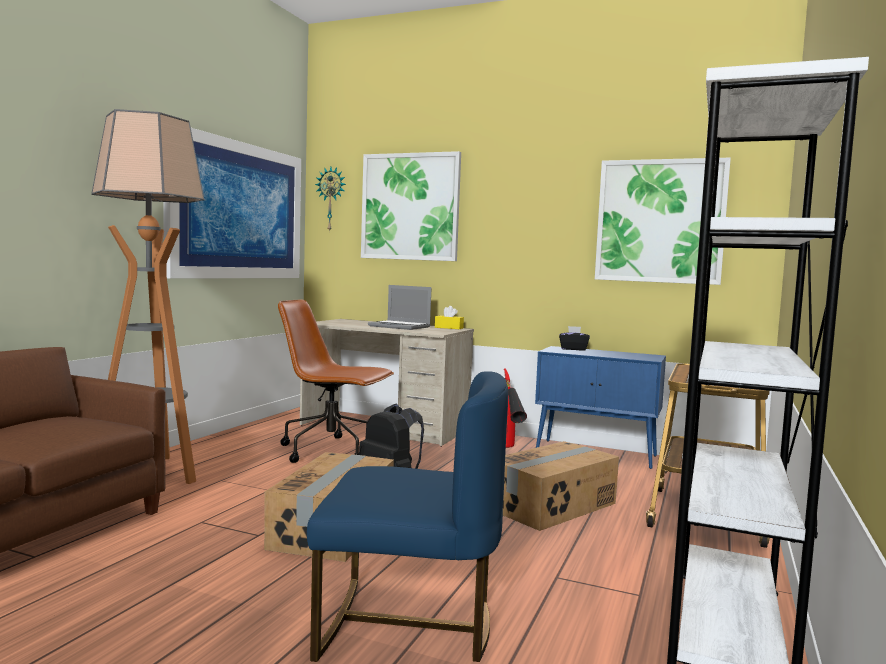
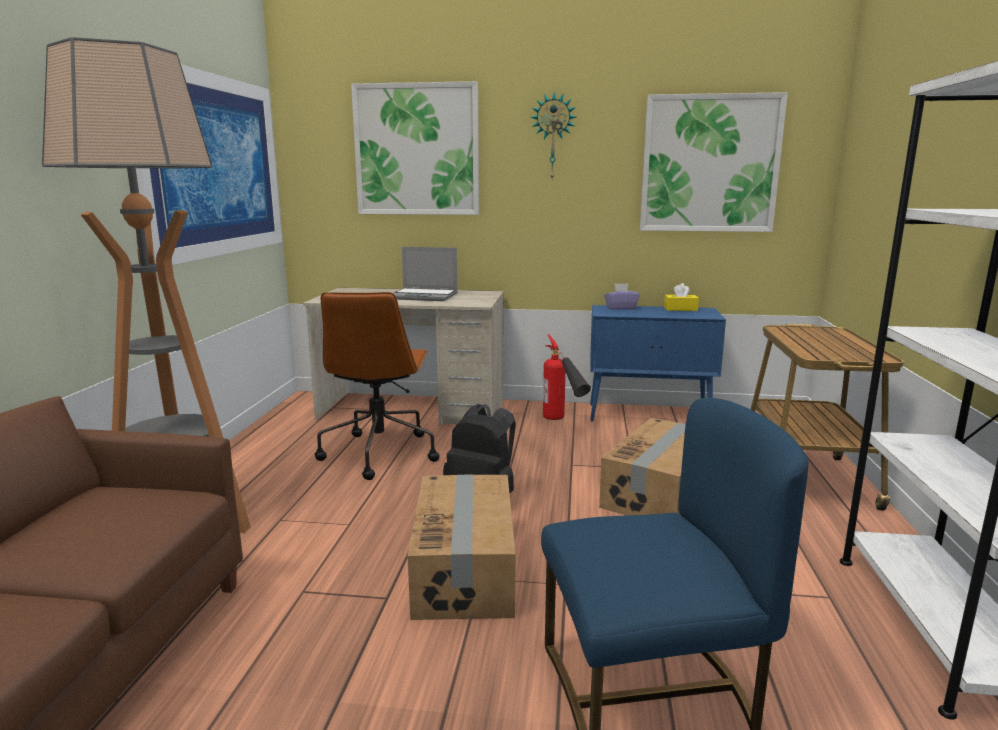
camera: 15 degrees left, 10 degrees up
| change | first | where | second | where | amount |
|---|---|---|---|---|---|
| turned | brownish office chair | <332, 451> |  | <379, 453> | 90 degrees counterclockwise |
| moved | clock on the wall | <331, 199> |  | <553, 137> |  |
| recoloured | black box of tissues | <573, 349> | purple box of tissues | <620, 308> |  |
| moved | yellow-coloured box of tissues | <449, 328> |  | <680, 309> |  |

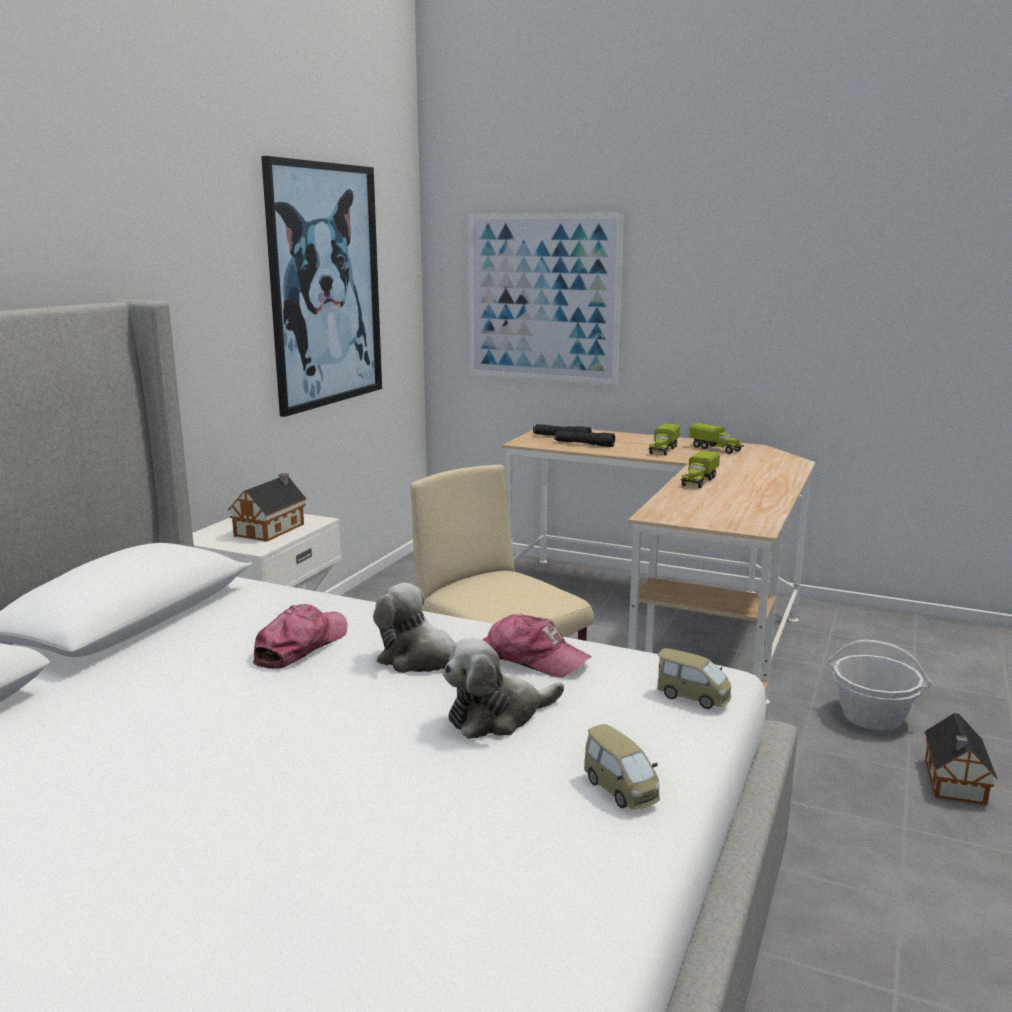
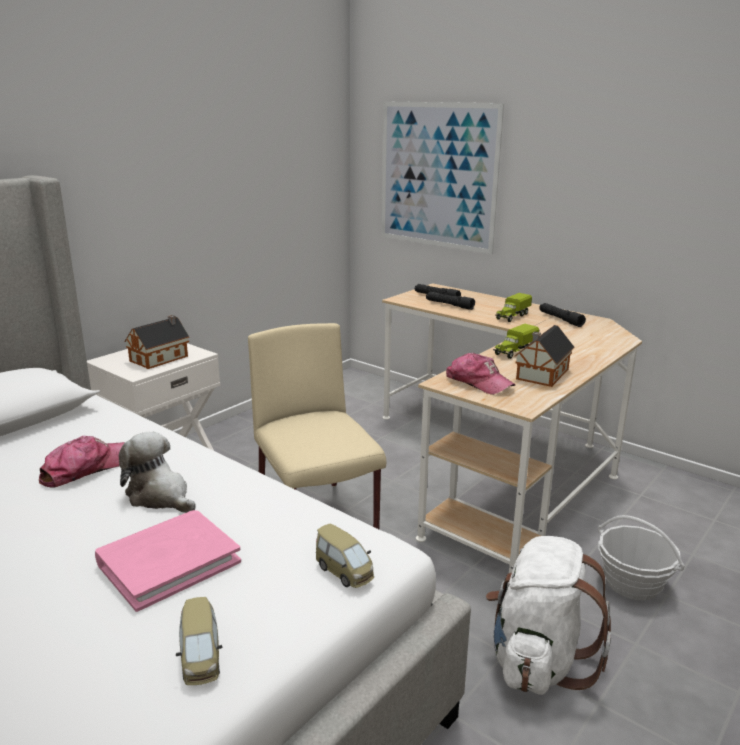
camera: 15 degrees right, 5 degrees up
| change | first | where | second | where | amount |
|---|---|---|---|---|---|
| replaced | cuddly toy | <497, 716> | pinkish bound book | <168, 562> |  |
| moved | peaked cap | <533, 658> |  | <478, 382> |  |
| added |  |  | white knapsack | <537, 660> |  |
| moved | model house | <954, 783> |  | <541, 375> |  |
| replaced | toy lorry | <716, 449> | black flashlight | <560, 319> |  |
| removed | wall picture | <325, 286> |  |  |  |

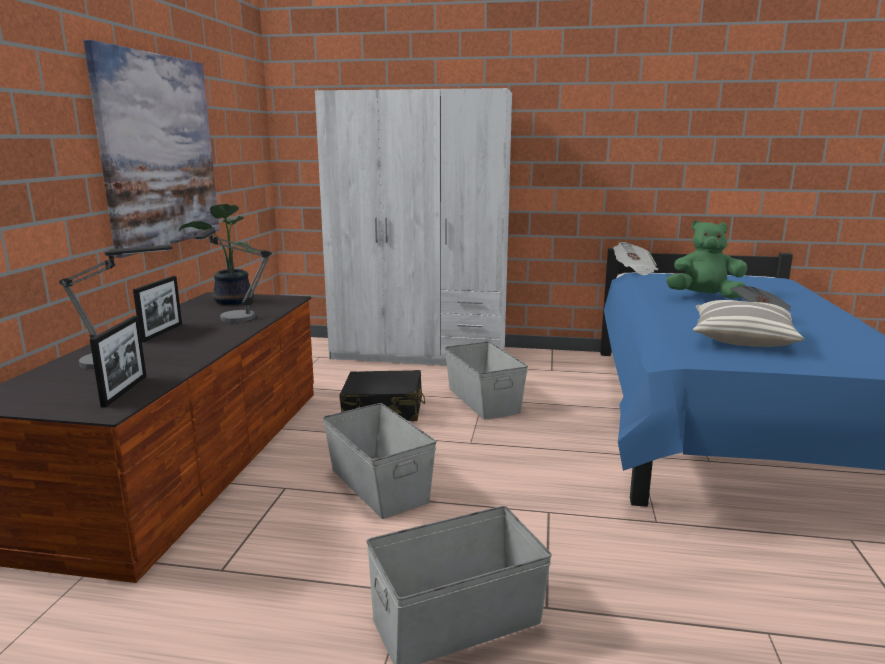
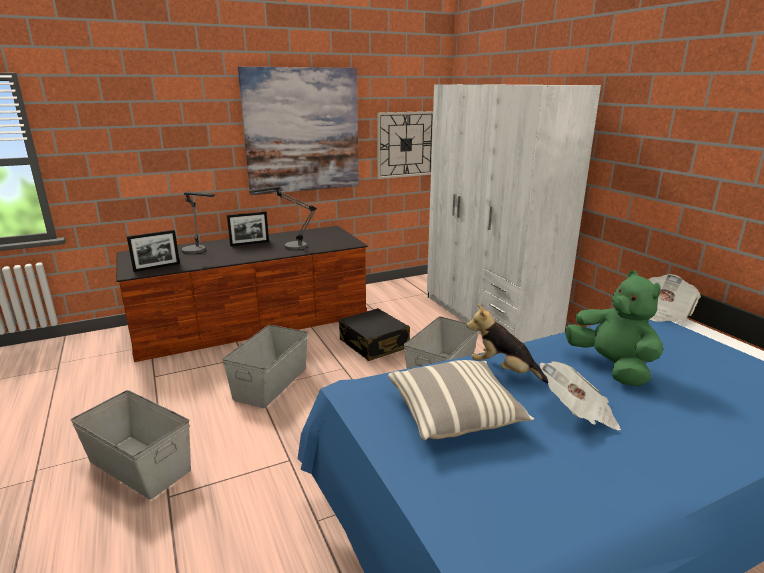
camera: 55 degrees right, 5 degrees up
| change | first | where | second | where | amount |
|---|---|---|---|---|---|
| added |  |  | clock on the wall | <405, 144> |  |
| added |  |  | cuddly toy | <504, 371> |  |
| removed | potted plant | <231, 301> |  |  |  |

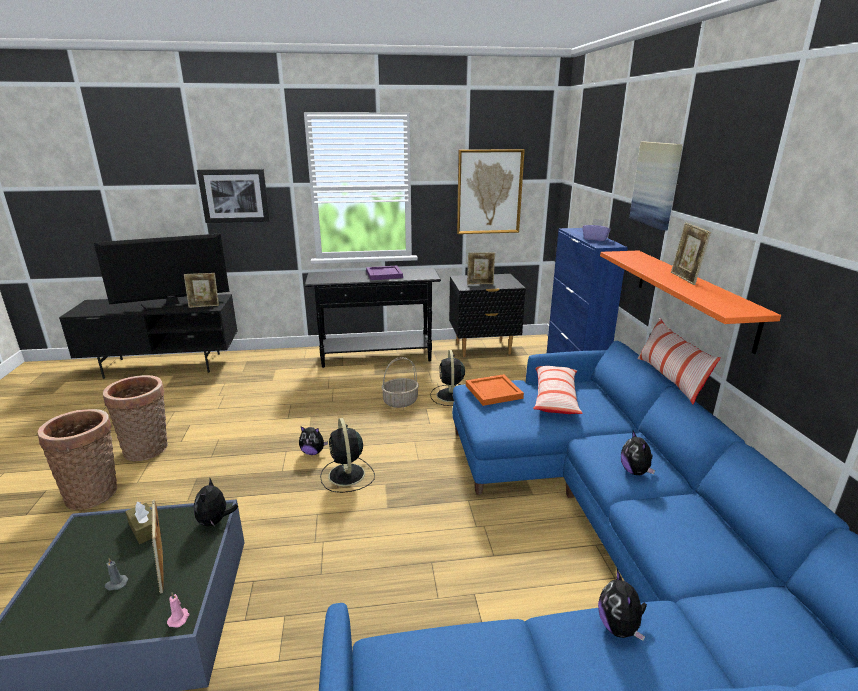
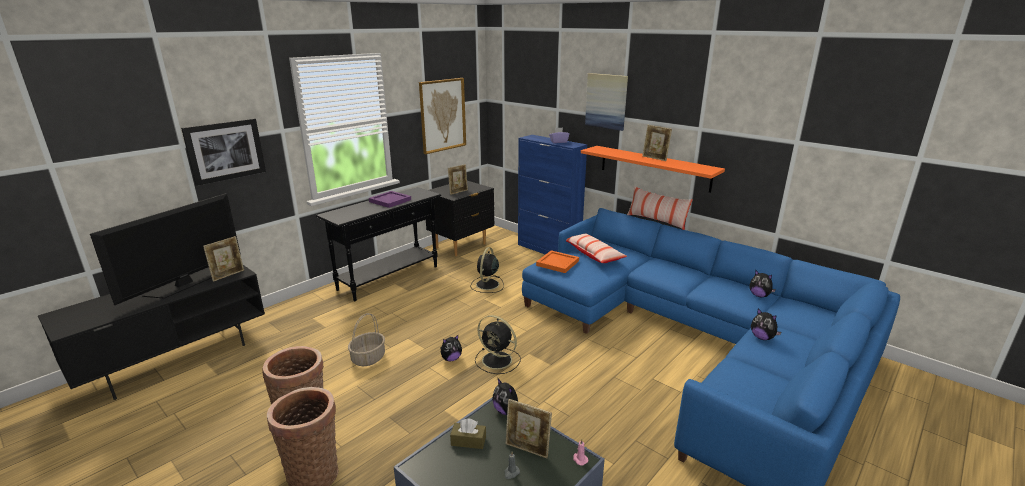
camera: 40 degrees left, 0 degrees up
| change | first | where | second | where | amount |
|---|---|---|---|---|---|
| moved | household basket | <400, 401> |  | <368, 358> |  |
| turned | black fan | <450, 396> |  | <487, 285> | 60 degrees clockwise |
| moved | cuddly toy | <635, 472> |  | <759, 295> |  |

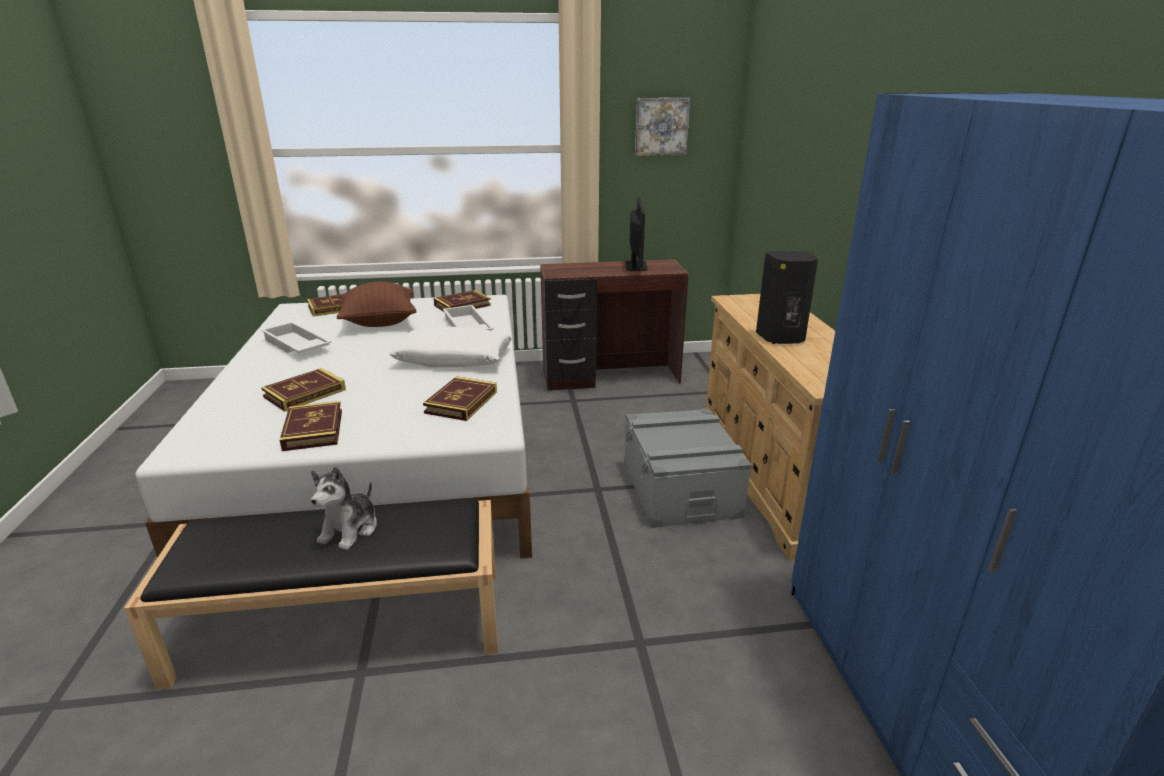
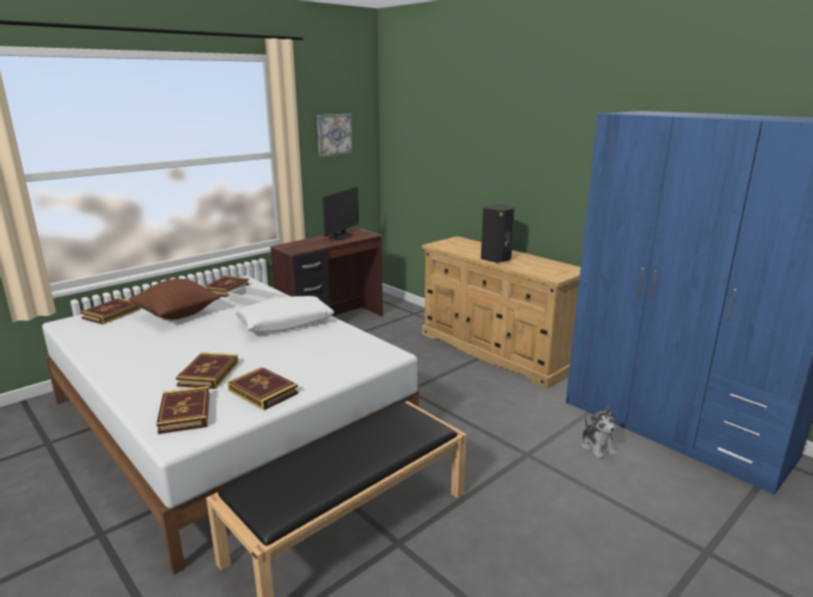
camera: 35 degrees left, 5 degrees down
| change | first | where | second | where | amount |
|---|---|---|---|---|---|
| moved | bound book | <461, 402> |  | <185, 413> |  |
| turned | computer display | <636, 266> |  | <341, 236> | 60 degrees clockwise |
| moved | cuddly toy | <350, 530> |  | <597, 447> |  |
| removed | white carrying tray | <295, 346> |  |  |  |
| removed | greyish storage container | <680, 489> |  |  |  |

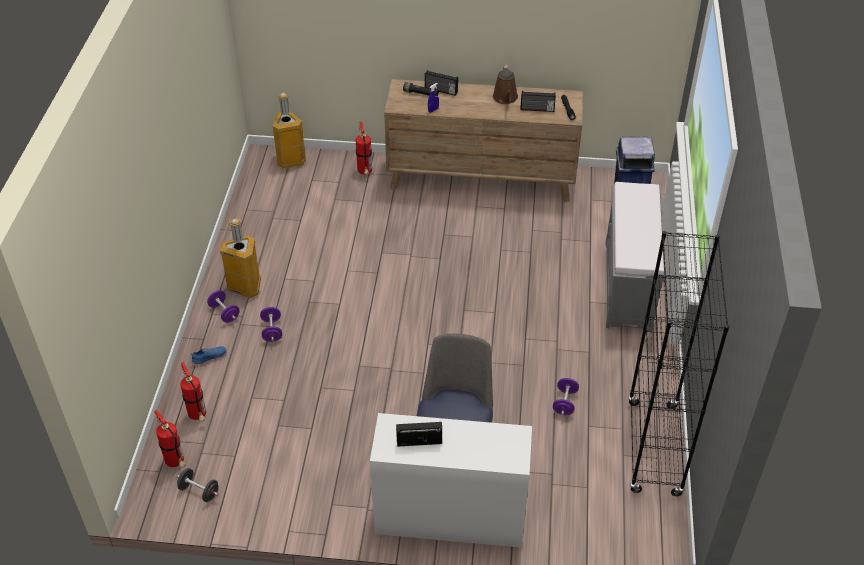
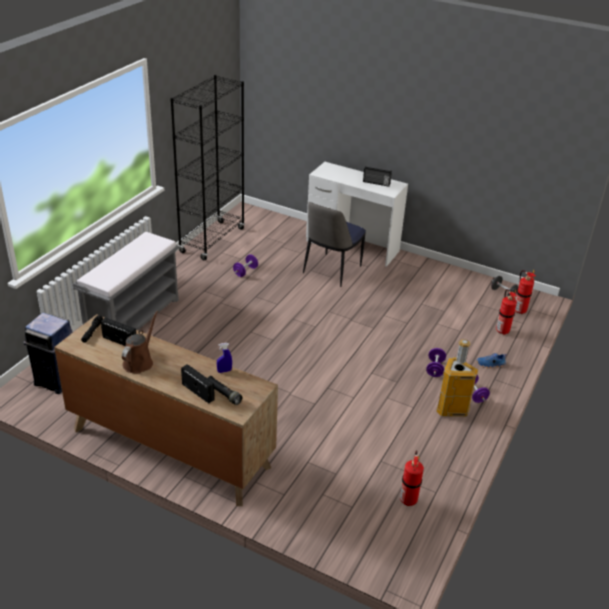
camera: 160 degrees left, 10 degrees down
| change | first | where | second | where | amount |
|---|---|---|---|---|---|
| moved | fire extinguisher | <365, 173> |  | <408, 499> |  |
| removed | trash can | <290, 160> |  |  |  |

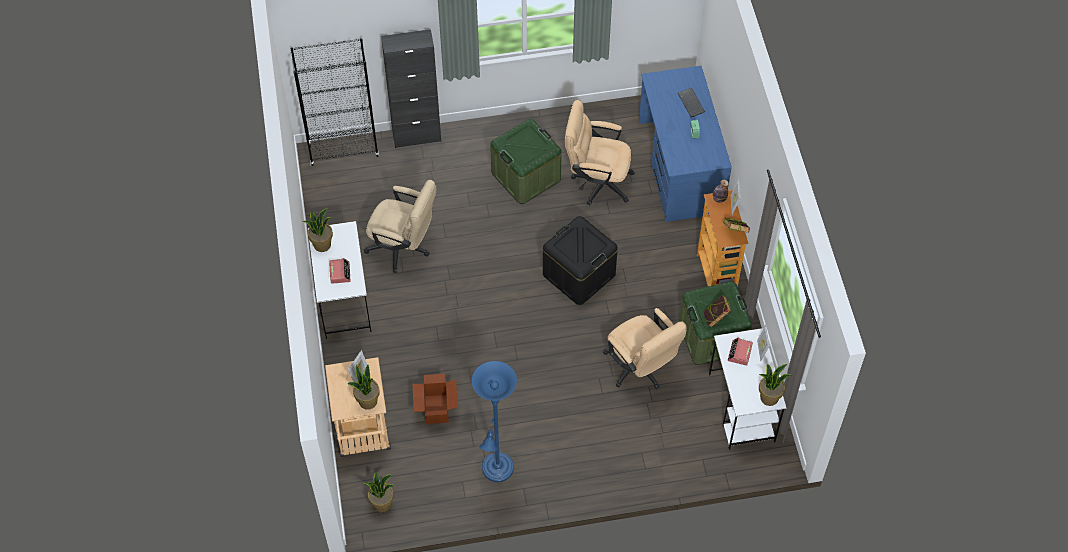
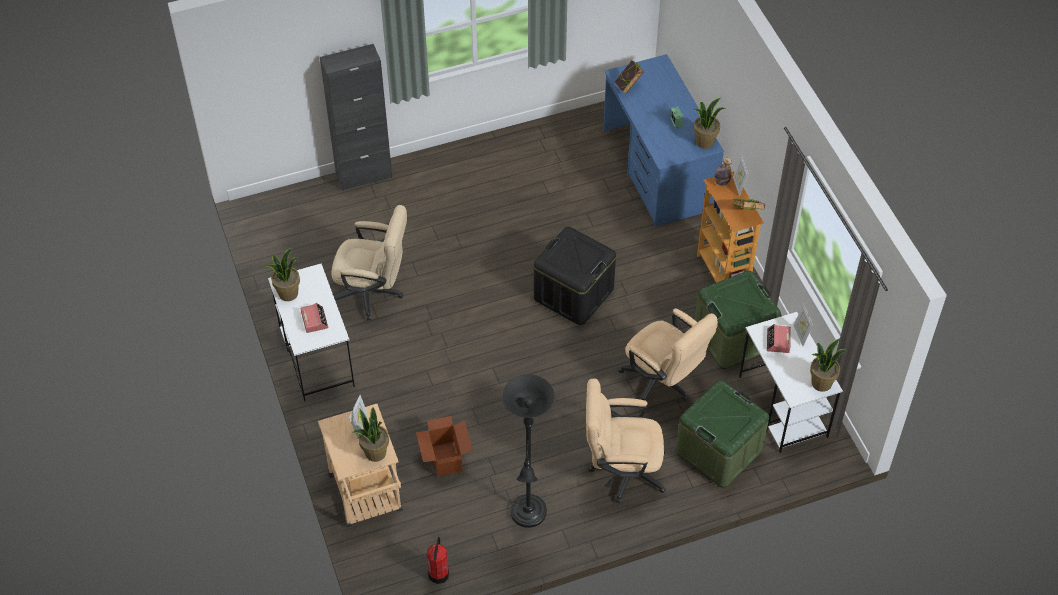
camera: 10 degrees left, 5 degrees down
| change | first | where | second | where | amount |
|---|---|---|---|---|---|
| added |  |  | fire extinguisher | <439, 574> |  |
| recoloured | blue floor lamp | <497, 471> | black floor lamp | <528, 516> |  |
| moved | beige office chair | <597, 181> |  | <621, 471> |  |
| moved | bound book | <715, 318> |  | <628, 86> |  |
| moved | green-coloured storage container | <526, 176> |  | <718, 451> |  |
| moved | potted plant | <382, 503> |  | <704, 141> |  |
| removed | black bookshelf | <343, 150> |  |  |  |
| removed | keyboard | <692, 103> |  |  |  |

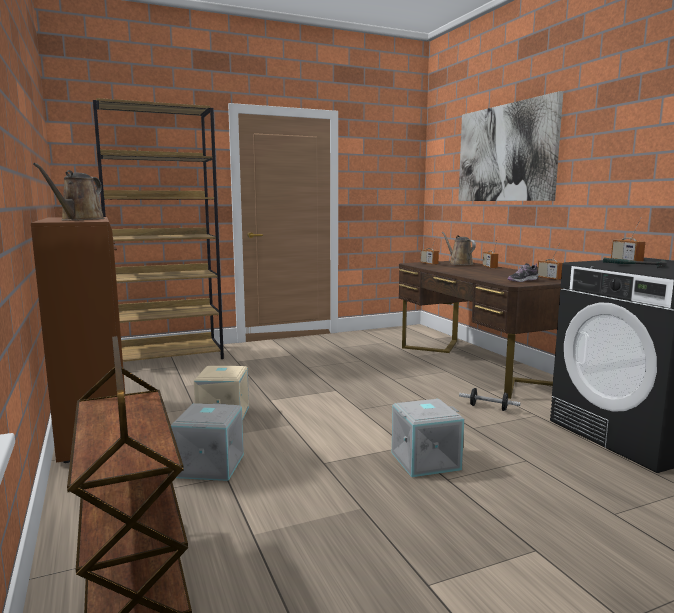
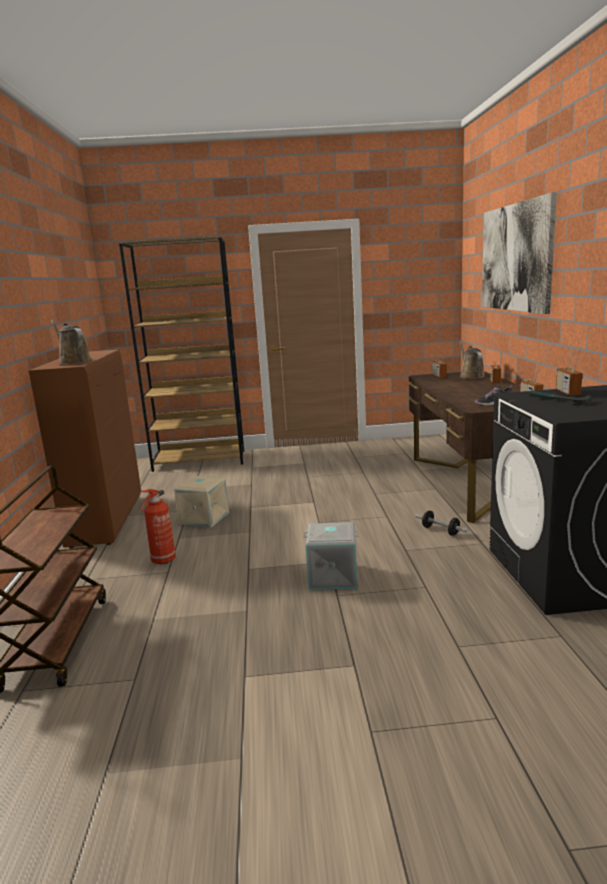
camera: 20 degrees right, 5 degrees up
| change | first | where | second | where | amount |
|---|---|---|---|---|---|
| turned | brownish watering pot | <79, 220> |  | <73, 362> | 105 degrees clockwise |
| replaced | greyish storage container | <209, 465> | fire extinguisher | <162, 561> |  |

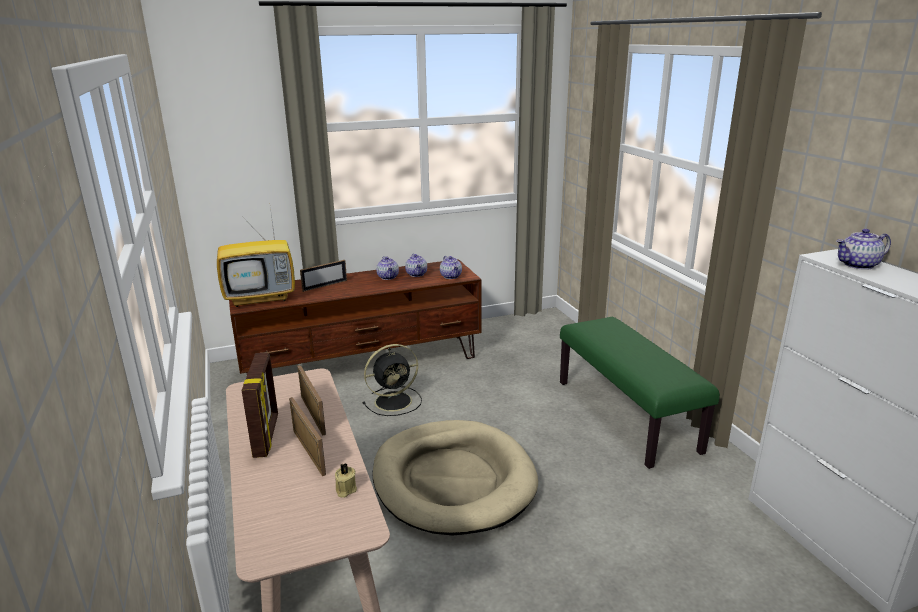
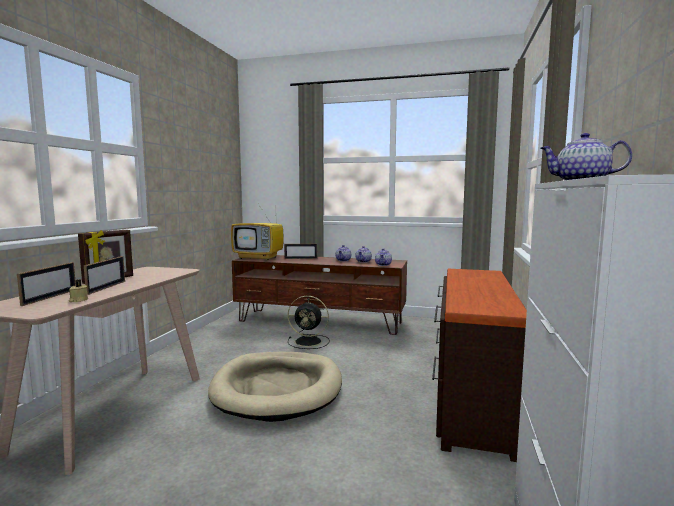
camera: 35 degrees right, 15 degrees down
| change | first | where | second | where | amount |
|---|---|---|---|---|---|
| moved | standing frame | <312, 414> |  | <50, 297> |  |
| replaced | green-coloured indoor bench | <627, 415> | brownish drawer chest | <471, 398> |  |

